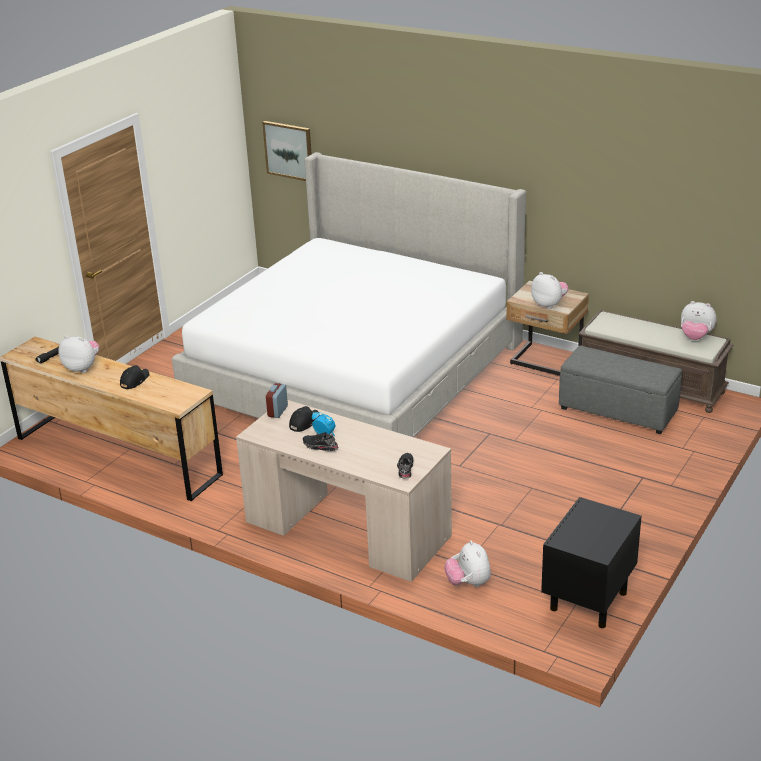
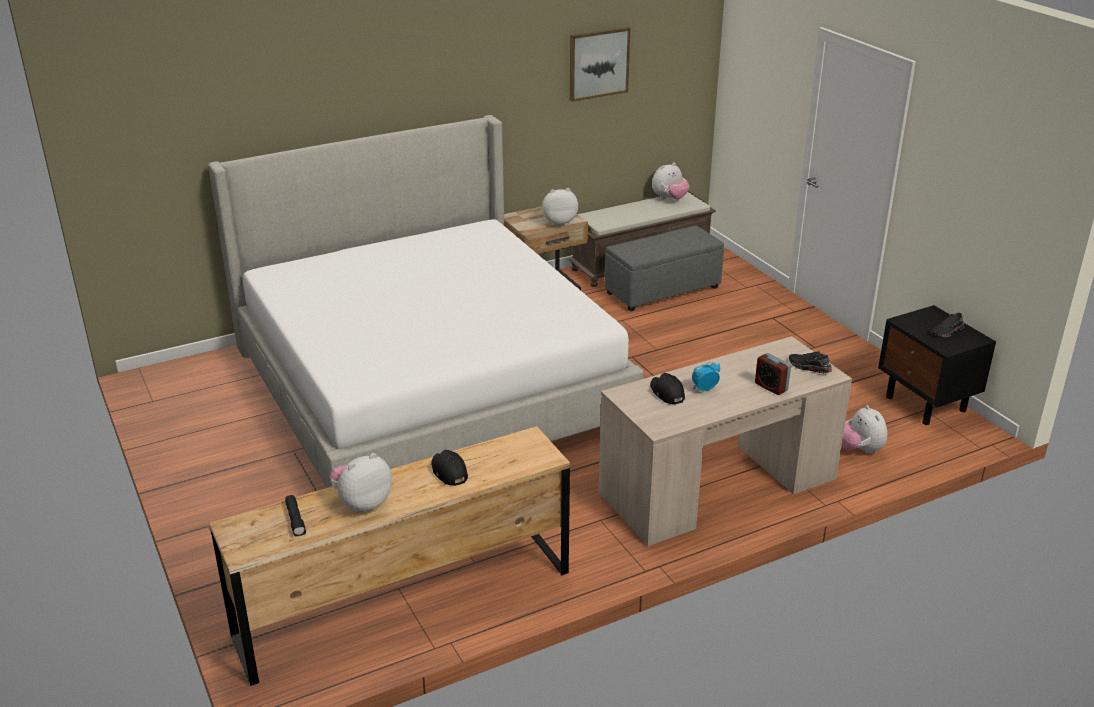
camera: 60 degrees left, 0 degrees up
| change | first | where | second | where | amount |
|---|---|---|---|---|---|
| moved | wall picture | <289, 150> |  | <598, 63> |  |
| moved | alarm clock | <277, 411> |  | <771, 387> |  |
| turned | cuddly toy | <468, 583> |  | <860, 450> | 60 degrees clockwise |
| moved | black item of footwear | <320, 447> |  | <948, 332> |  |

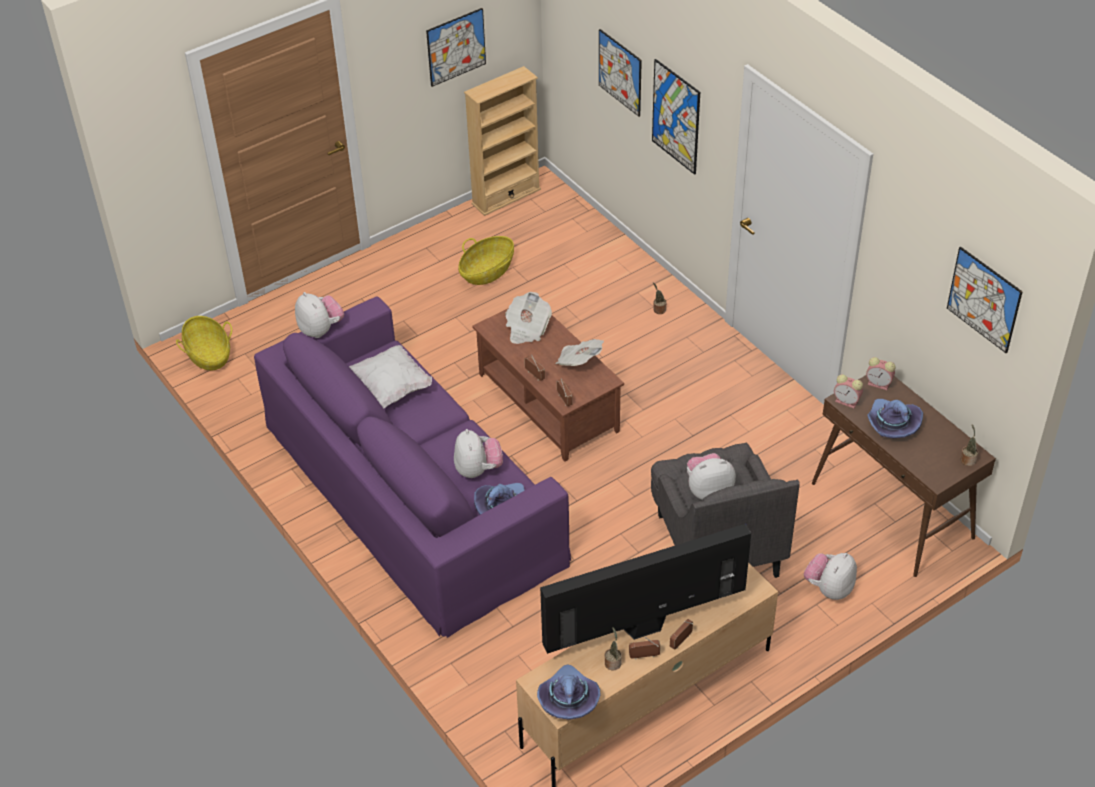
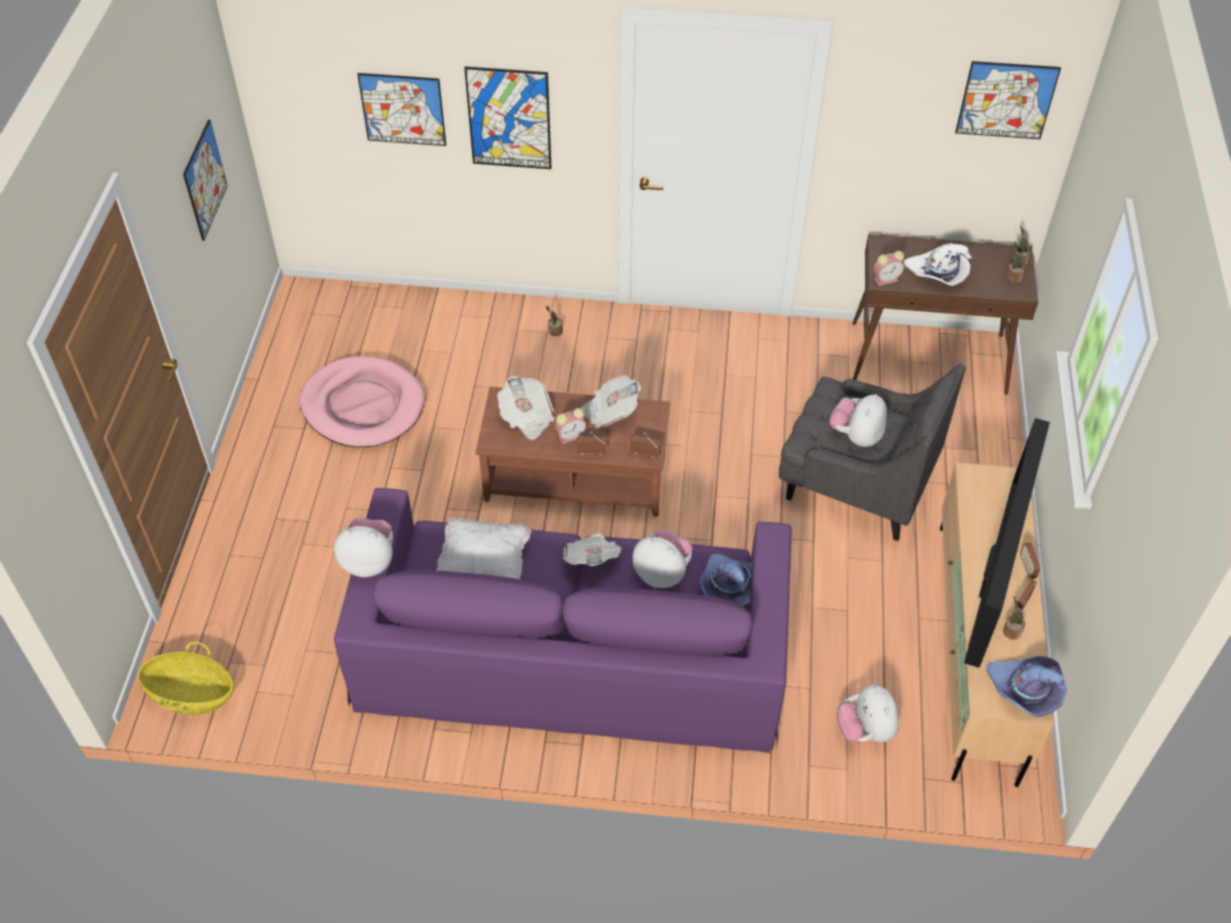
camera: 50 degrees left, 5 degrees up
| change | first | where | second | where | amount |
|---|---|---|---|---|---|
| replaced | household basket | <487, 272> | pinkish pet bed | <363, 406> |  |
| moved | alarm clock | <879, 384> |  | <571, 436> |  |
| added |  |  | newspaper | <592, 559> |  |
| moved | cuddly toy | <829, 588> |  | <865, 730> |  |
| recoloured | purple hat | <891, 424> | white hat | <937, 273> |  |
| added |  |  | potted plant | <1012, 277> |  |
| removed | beige bookshelf | <506, 196> |  |  |  |

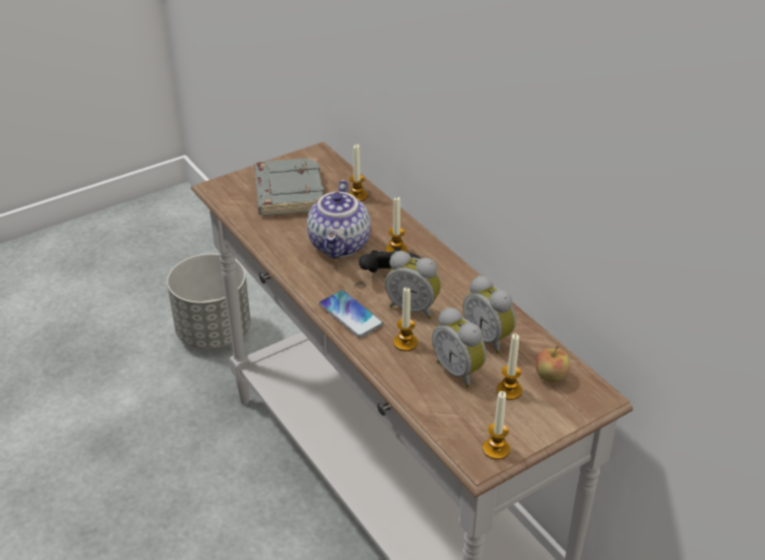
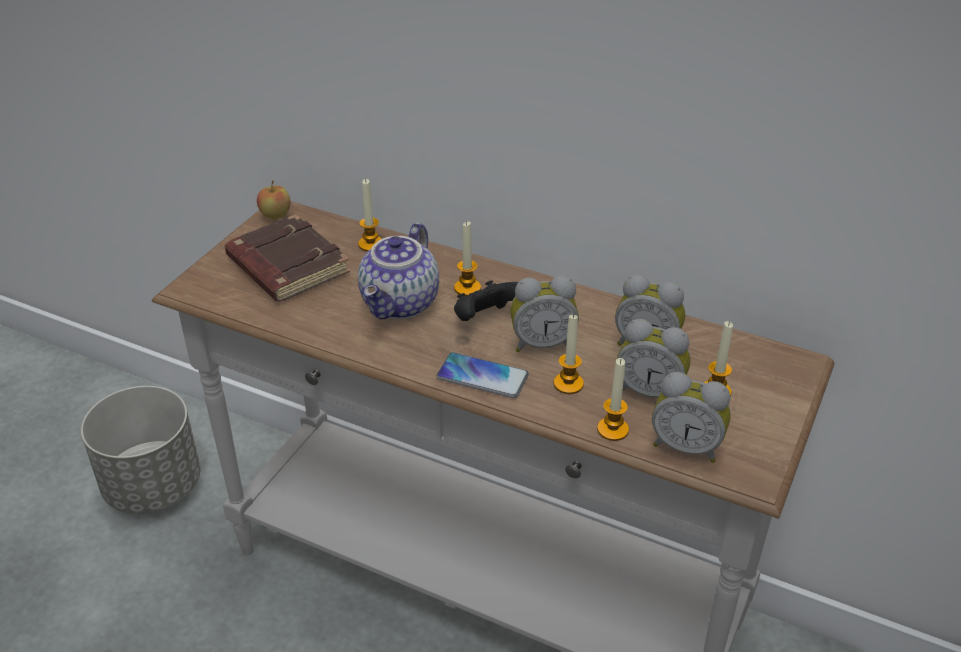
camera: 30 degrees left, 0 degrees up
| change | first | where | second | where | amount |
|---|---|---|---|---|---|
| recoloured | greyish bound book | <287, 193> | brownish bound book | <285, 266> |  |
| moved | whole apple | <550, 376> |  | <275, 215> |  |
| turned | pot for tea | <341, 245> |  | <401, 304> | 45 degrees clockwise |
| moved | wax light | <496, 449> |  | <612, 429> |  |
| added |  |  | alarm clock | <686, 446> |  |

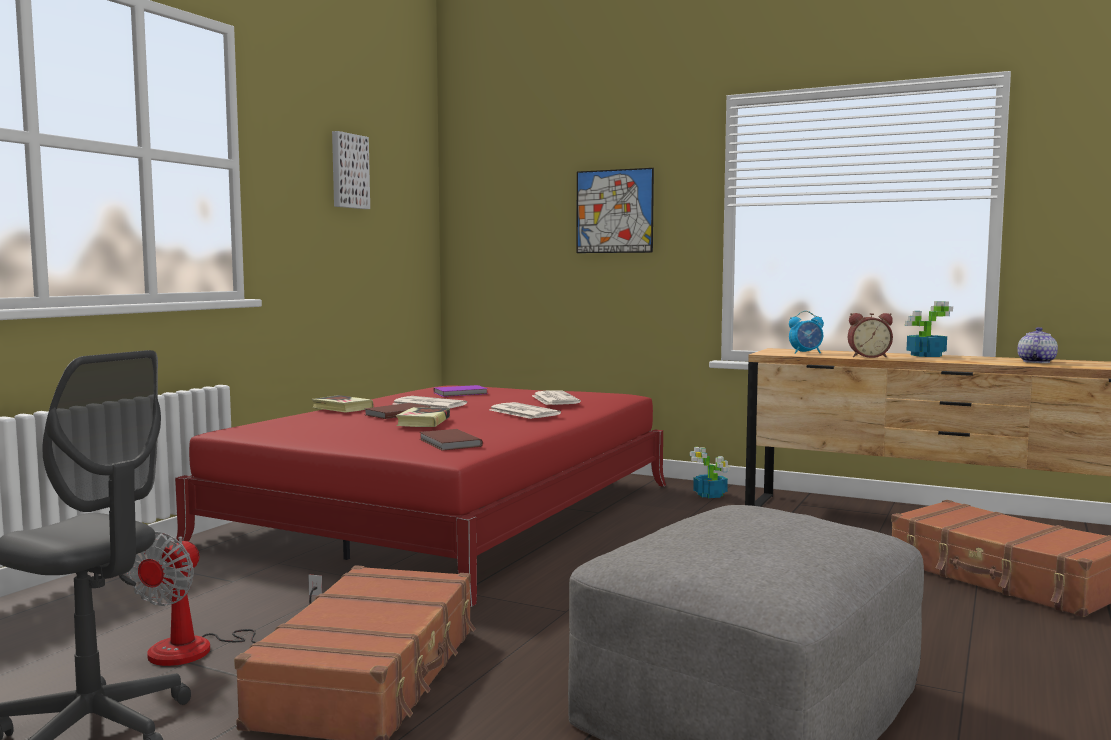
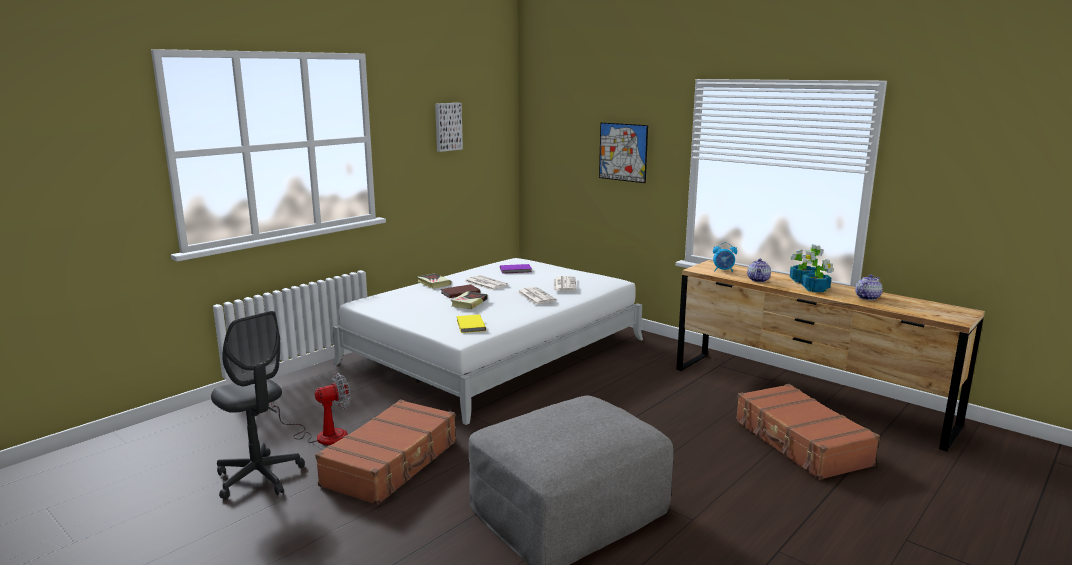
camera: 15 degrees right, 10 degrees up
| change | first | where | second | where | amount |
|---|---|---|---|---|---|
| turned | fan | <204, 649> |  | <322, 435> | 150 degrees counterclockwise |
| recoloured | reddish bed | <450, 513> | white bed | <494, 351> |  |
| recoloured | brownish bound book | <449, 443> | yellow-coloured bound book | <470, 325> |  |
| replaced | alarm clock | <868, 356> | pot for tea | <758, 280> |  |
| moved | potted plant | <710, 495> |  | <816, 289> |  |

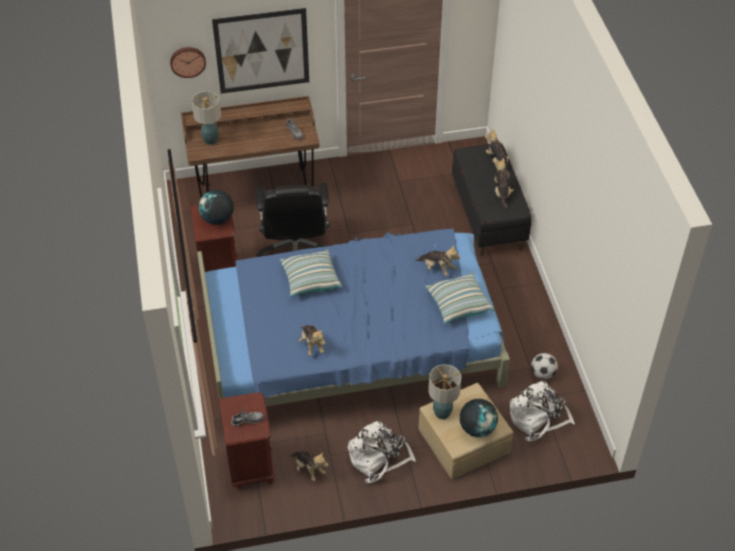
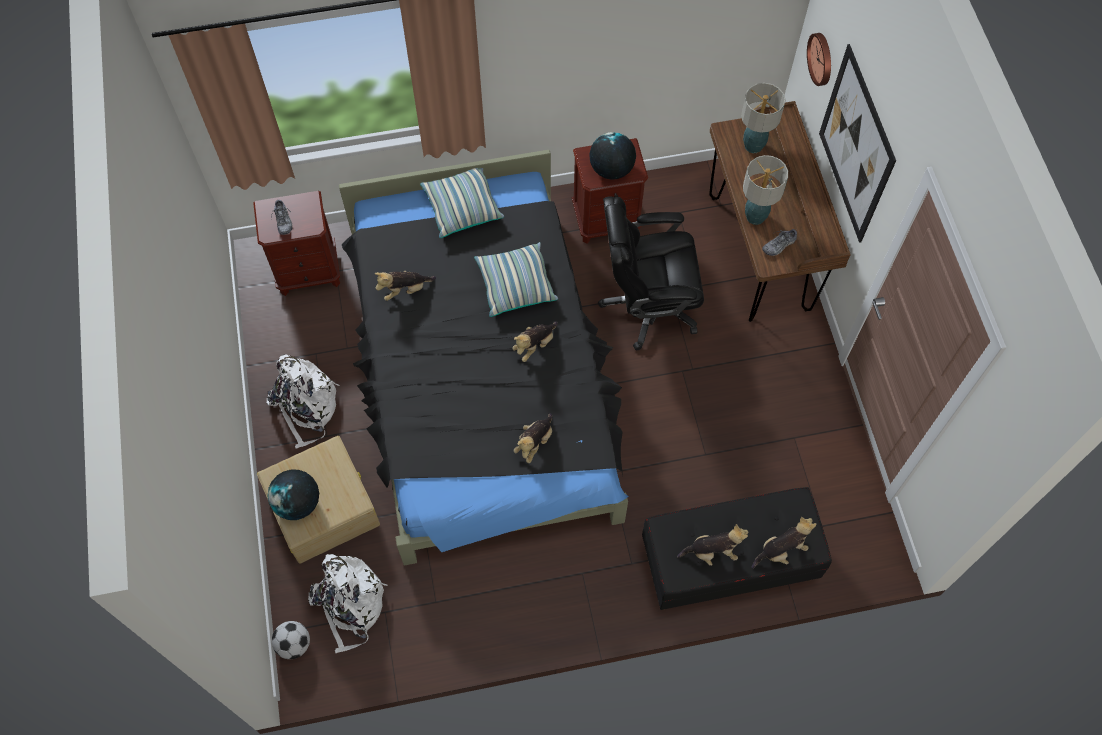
camera: 90 degrees right, 15 degrees up
| change | first | where | second | where | amount |
|---|---|---|---|---|---|
| moved | ball for football | <542, 374> |  | <294, 644> |  |
| recoloured | blue bed | <354, 344> | black bed | <483, 378> |  |
| moved | throw pillow | <458, 304> |  | <462, 208> |  |
| moved | cuddly toy | <308, 469> |  | <534, 345> |  |
| moved | tabletop lamp | <442, 413> |  | <756, 217> |  |

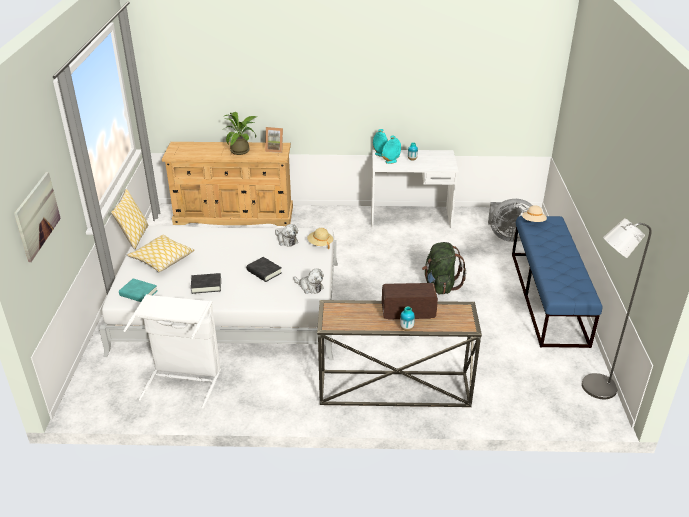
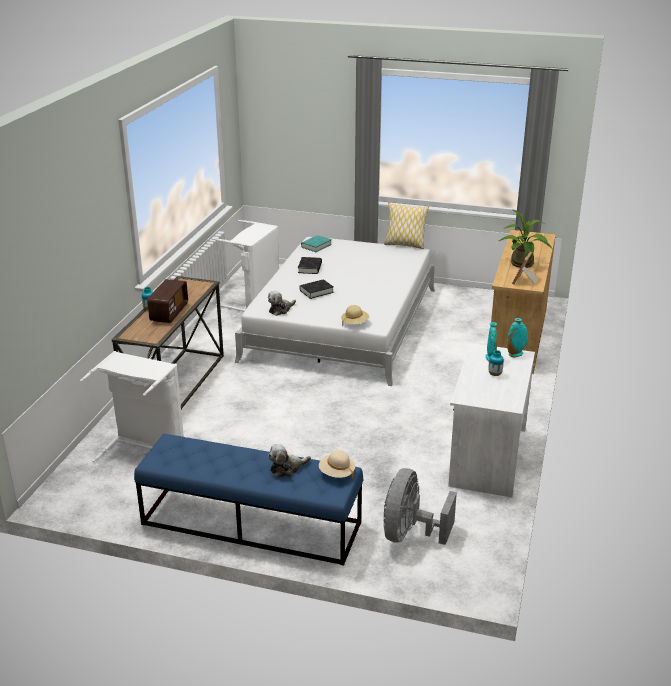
camera: 105 degrees right, 5 degrees down
| change | first | where | second | where | amount |
|---|---|---|---|---|---|
| added |  |  | white hamper | <144, 449> |  |
| moved | cuddly toy | <286, 240> |  | <287, 468> |  |
| removed | wall picture | <37, 215> |  |  |  |
| removed | throw pillow | <162, 259> |  |  |  |
| removed | green-coloured knapsack | <440, 286> |  |  |  |
| removed | greyish floor lamp | <592, 388> |  |  |  |

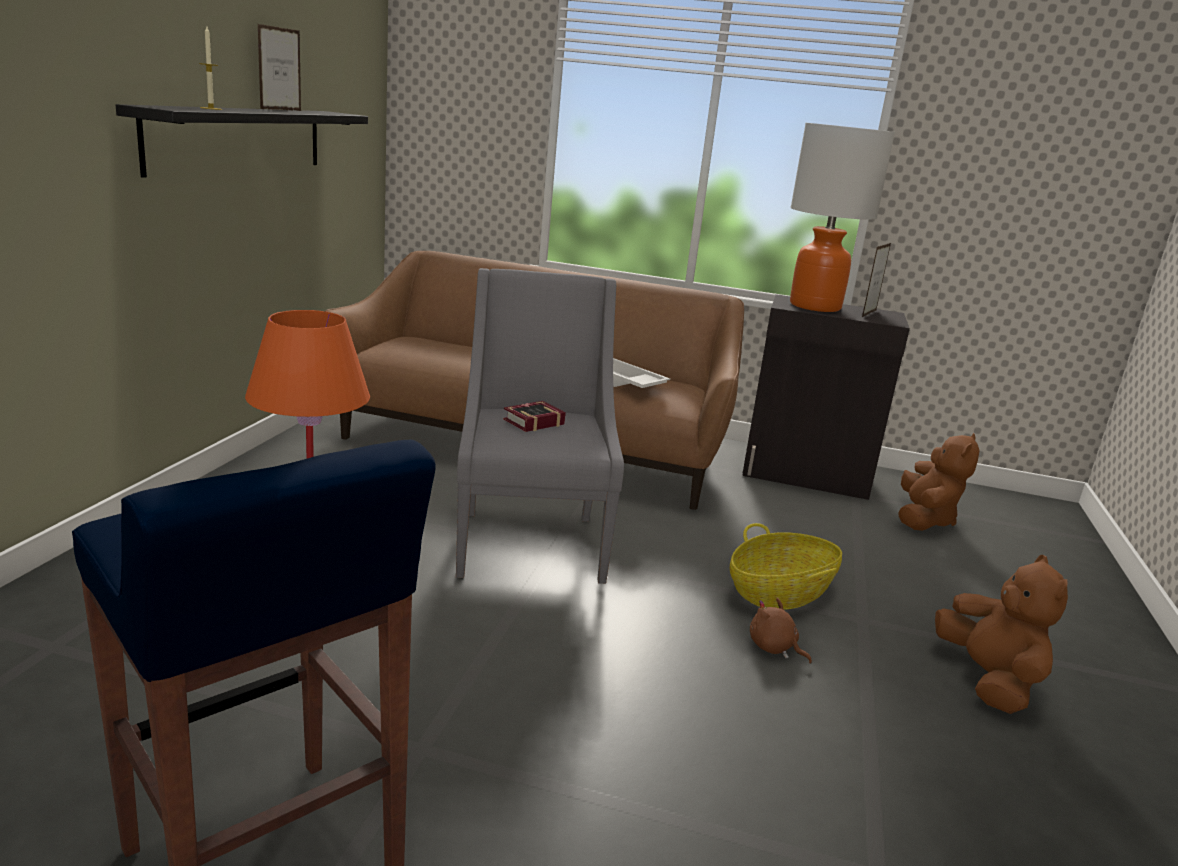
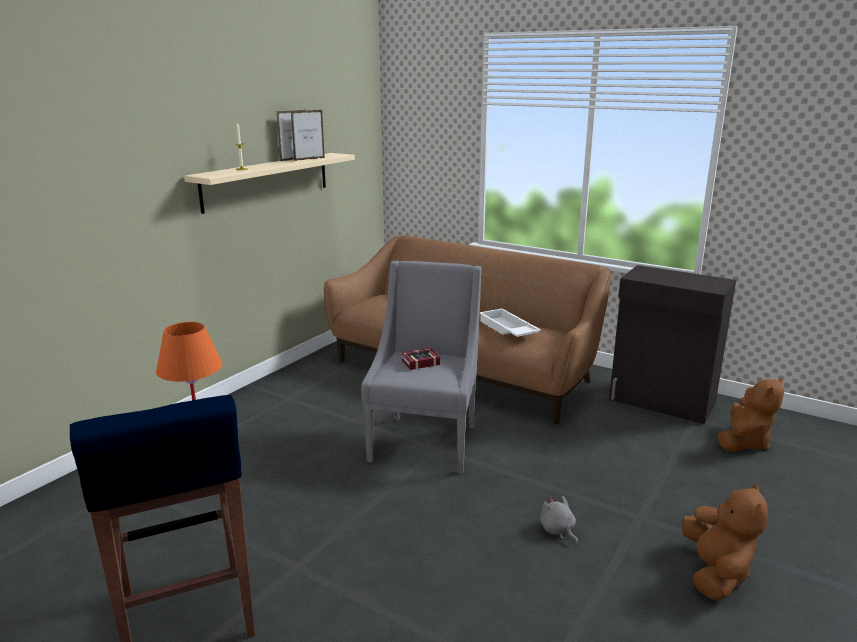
camera: 20 degrees right, 0 degrees up
| change | first | where | second | where | amount |
|---|---|---|---|---|---|
| recoloured | black bracket shelf | <239, 139> | beige bracket shelf | <267, 181> |  |
| moved | standing frame | <869, 313> |  | <309, 159> |  |
| recoloured | brownish cuddly toy | <774, 648> | greyish cuddly toy | <558, 530> |  |
| removed | household basket | <780, 592> |  |  |  |
| removed | tabletop lamp | <815, 306> |  |  |  |

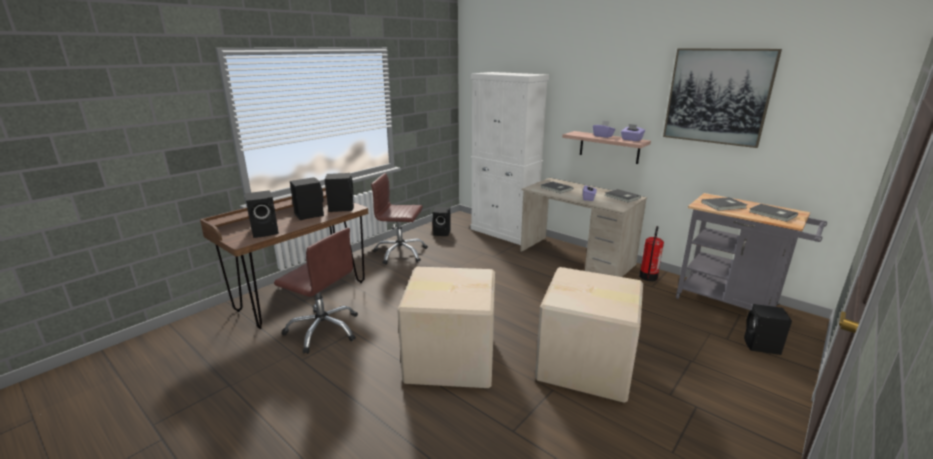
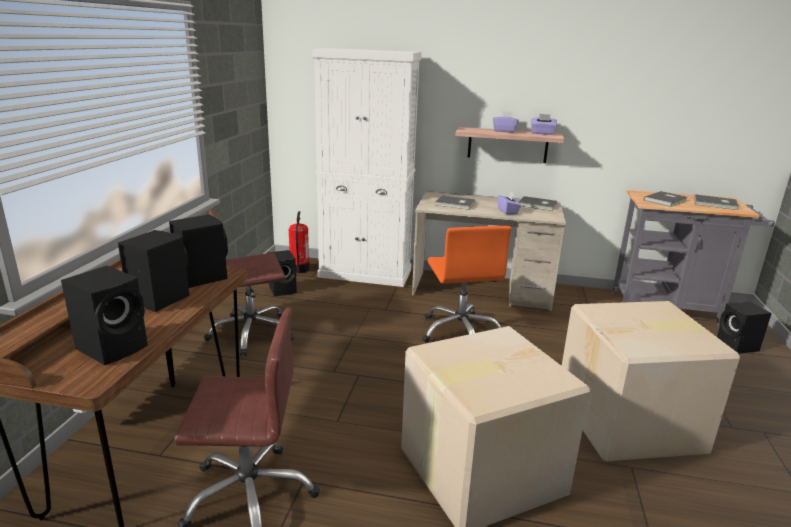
camera: 30 degrees left, 0 degrees up
| change | first | where | second | where | amount |
|---|---|---|---|---|---|
| moved | fire extinguisher | <648, 277> |  | <299, 269> |  |
| added |  |  | orangey office chair | <460, 332> |  |
| removed | wall picture | <717, 96> |  |  |  |

